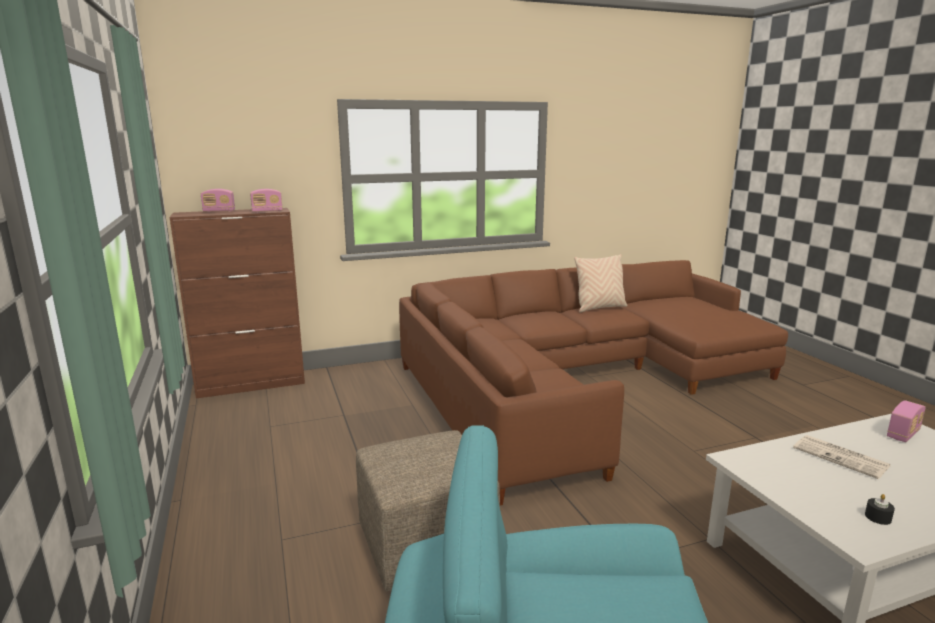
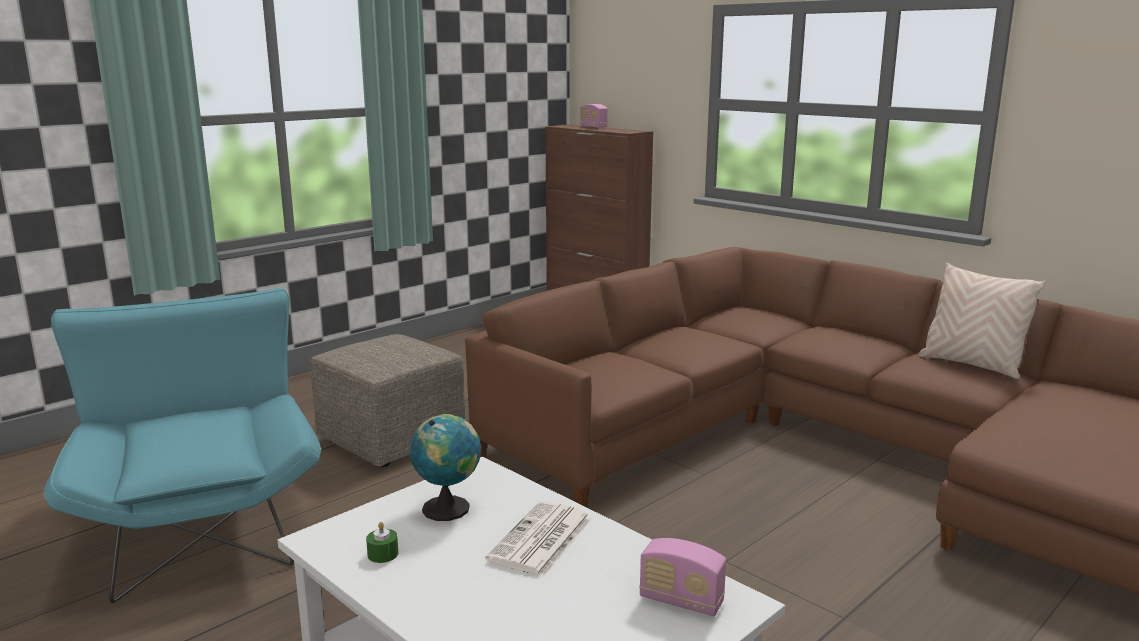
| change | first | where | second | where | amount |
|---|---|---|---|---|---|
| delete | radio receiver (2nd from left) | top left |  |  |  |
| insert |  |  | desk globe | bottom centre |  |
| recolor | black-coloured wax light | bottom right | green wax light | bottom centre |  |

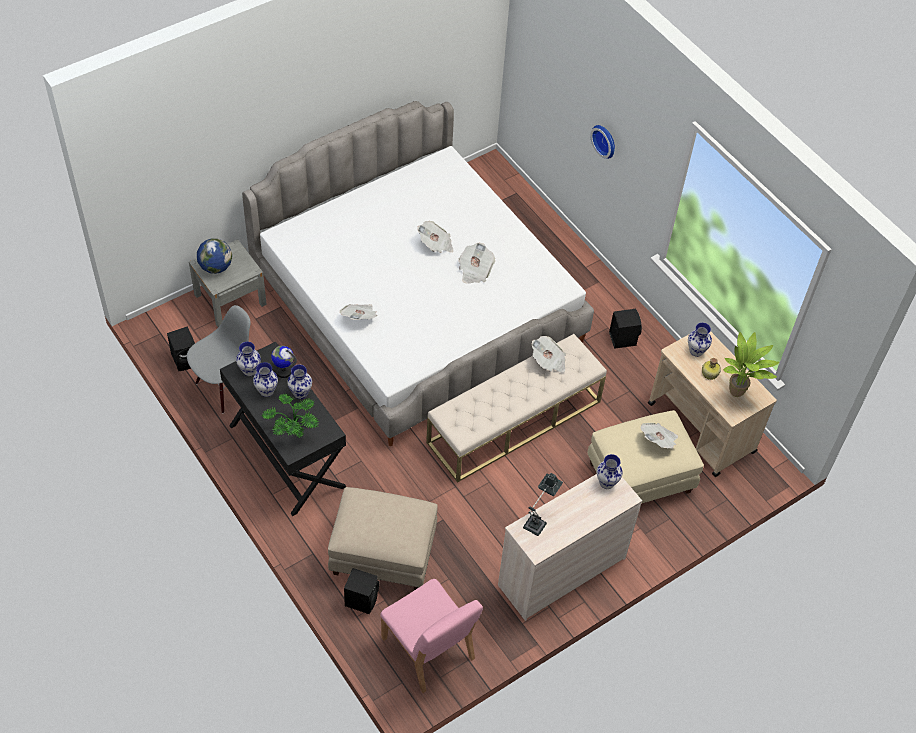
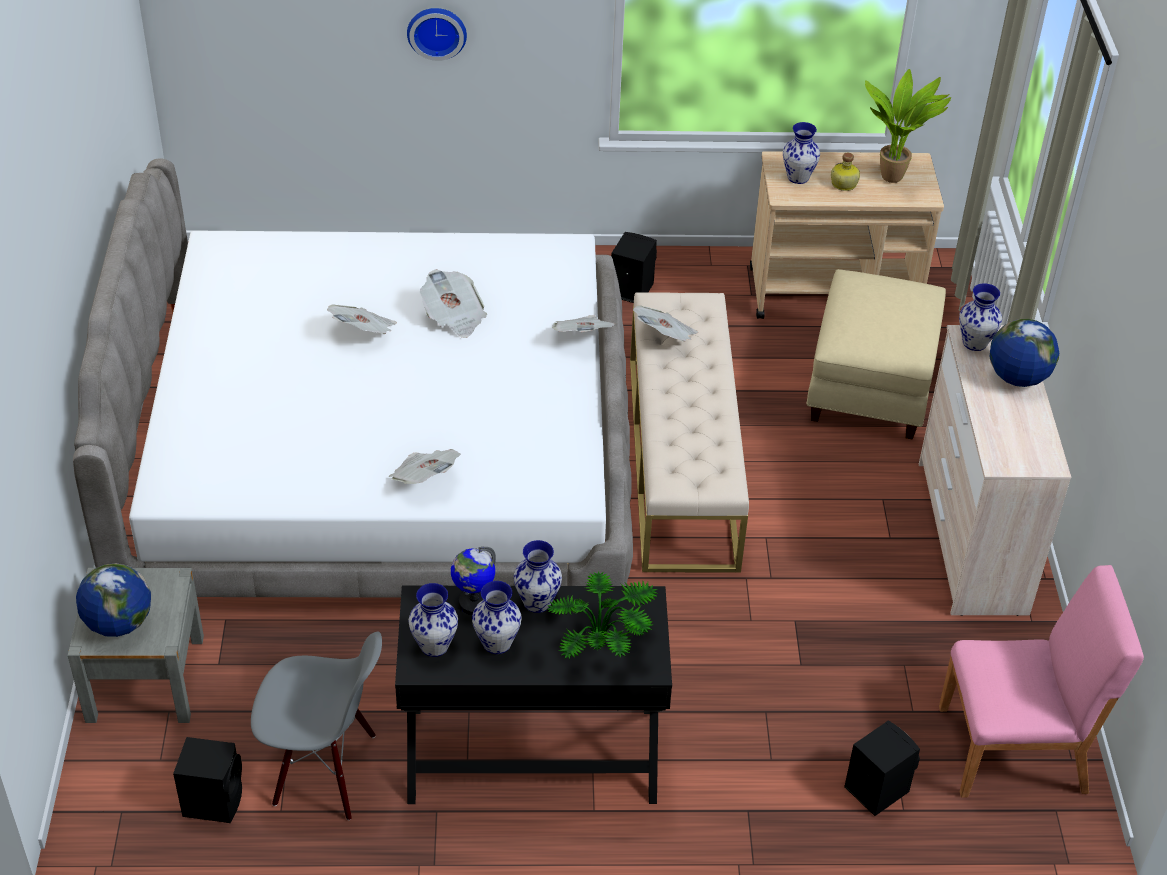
| change | first | where | second | where | amount |
|---|---|---|---|---|---|
| delete | sand-coloured ottoman (1st from left) | bottom centre |  |  |  |
| delete | tabletop lamp | bottom centre |  |  |  |
| insert |  |  | desk globe (3rd from left) | middle right |  |
| move | printed paper (5th from left in the first image) | middle right | printed paper (4th from left) | centre |  |
| rotate | grey chair | middle left |  | bottom left | 105 degrees clockwise |

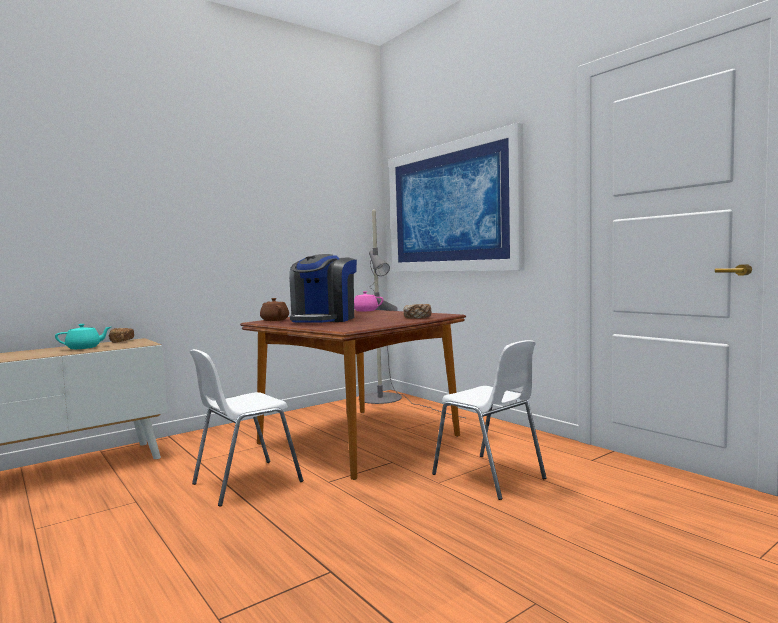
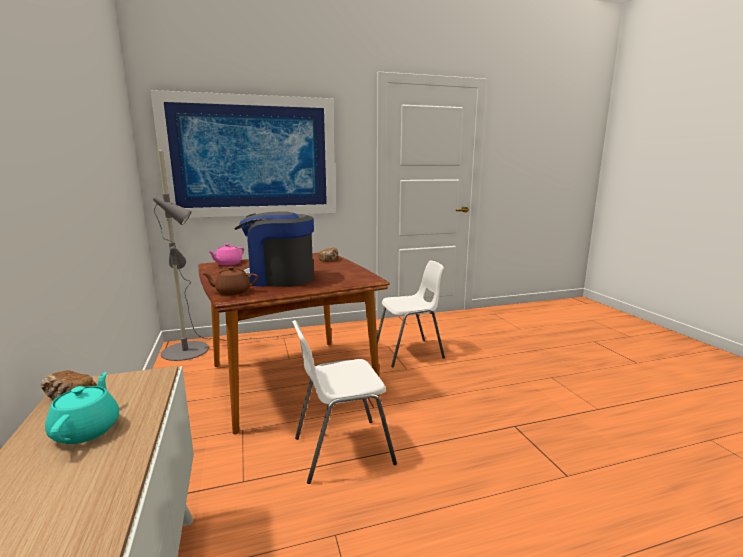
| change | first | where | second | where | amount |
|---|---|---|---|---|---|
| rotate | white chair (1st from left) | bottom left |  | bottom centre | 90 degrees clockwise |
| rotate | coffee maker | centre |  | centre | 150 degrees clockwise |

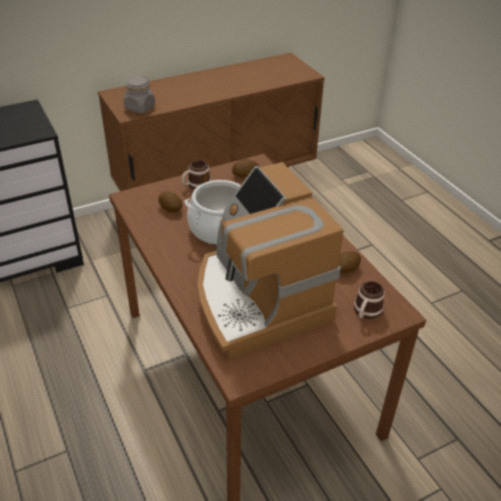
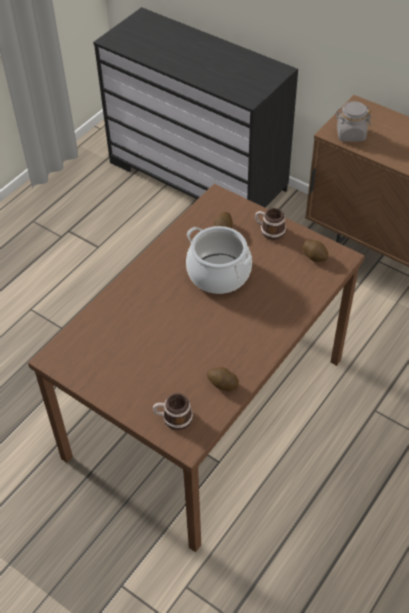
| change | first | where | second | where | amount |
|---|---|---|---|---|---|
| delete | coffee maker | centre |  |  |  |

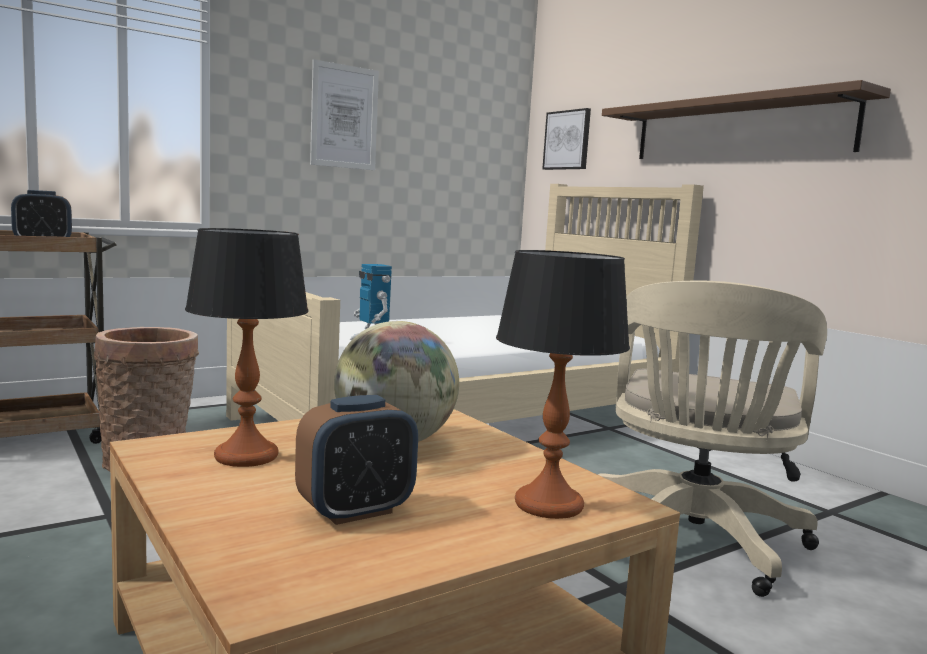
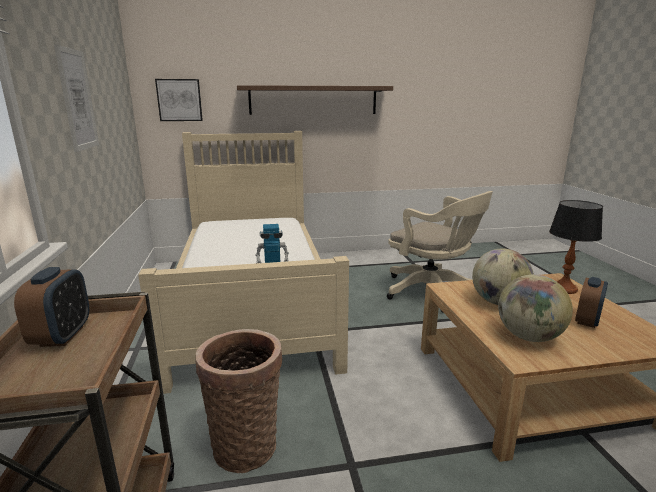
| change | first | where | second | where | amount |
|---|---|---|---|---|---|
| replace | tabletop lamp (1st from left) | middle left | desk globe (2nd from left) | middle right |  |
| rotate | alarm clock (2nd from left) | bottom centre |  | middle right | 45 degrees clockwise |

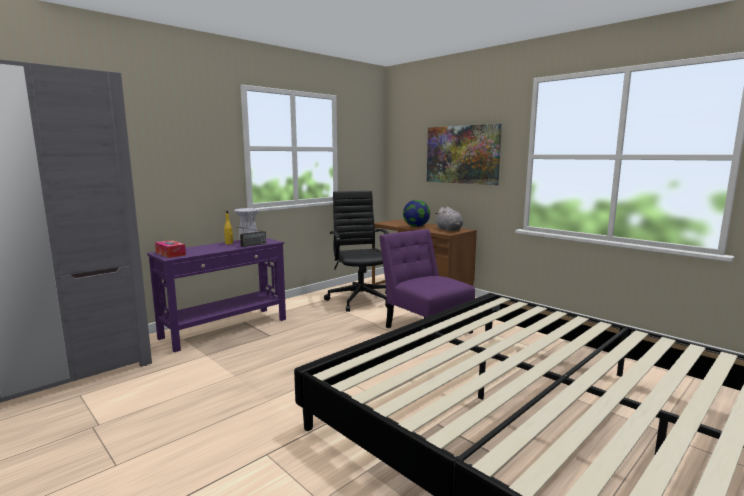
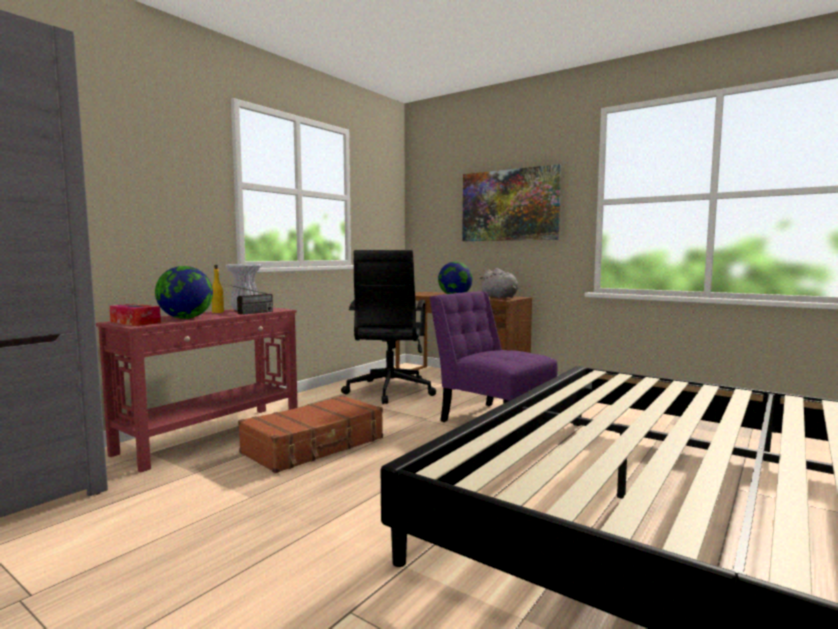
| change | first | where | second | where | amount |
|---|---|---|---|---|---|
| insert |  |  | desk globe (1st from left) | middle left |  |
| insert |  |  | brown-coloured piece of luggage | bottom centre |  |
| recolor | purple hall table | middle left | reddish hall table | middle left |  |
| rotate | black-coloured office chair | centre |  | centre | 150 degrees counterclockwise |

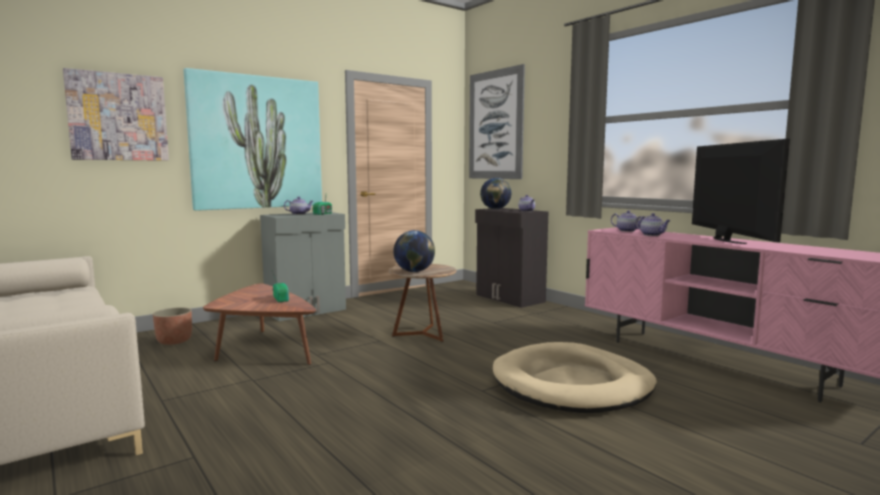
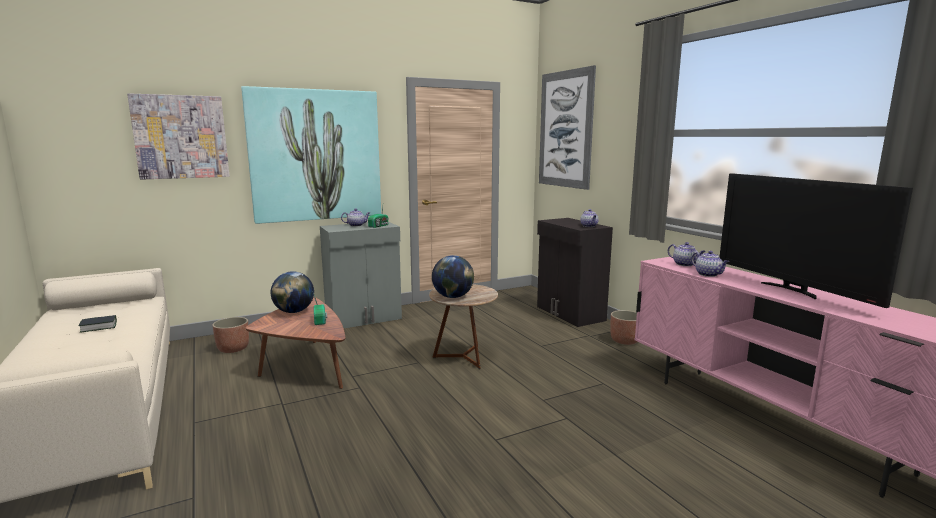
| change | first | where | second | where | amount |
|---|---|---|---|---|---|
| delete | sand-coloured pet bed | bottom centre |  |  |  |
| insert |  |  | bound book | middle left |  |
| insert |  |  | plant pot (2nd from left) | centre |  |
| move | desk globe (2nd from left in the first image) | centre | desk globe (1st from left) | middle left |  |
| rotate | television | middle right |  | middle right | 150 degrees clockwise |

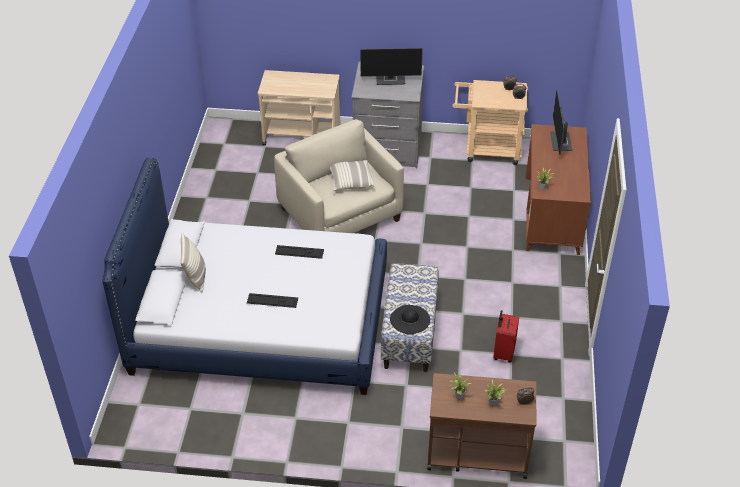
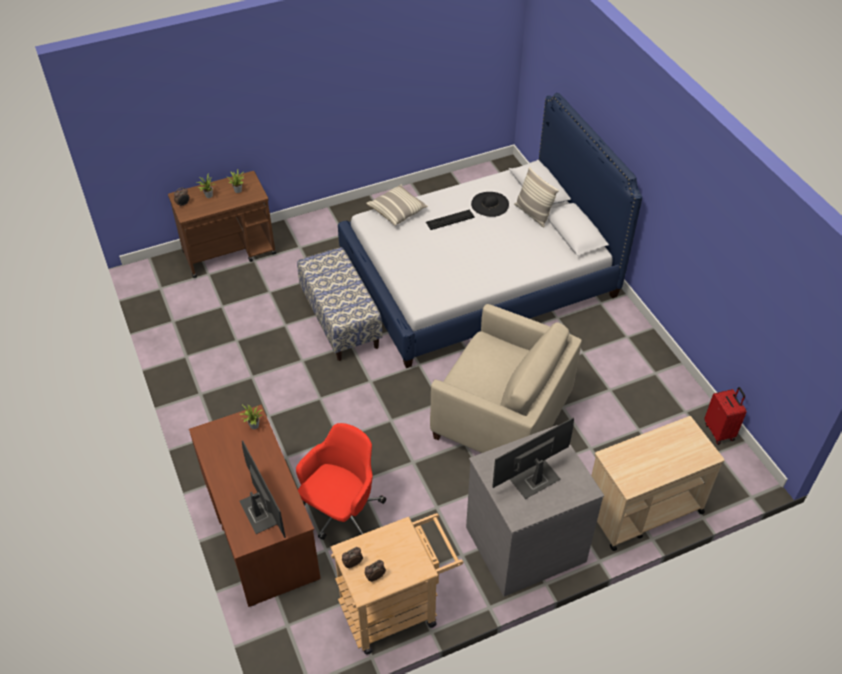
| change | first | where | second | where | amount |
|---|---|---|---|---|---|
| delete | keyboard (2nd from left) | centre |  |  |  |
| insert |  |  | reddish office chair | bottom centre |  |
| move | cushion (2nd from left in the first image) | centre | cushion (1st from left) | top centre |  |
| move | black-coloured hat | centre |  | top centre |  |
| move | reddish piece of luggage | bottom right |  | middle right |  |

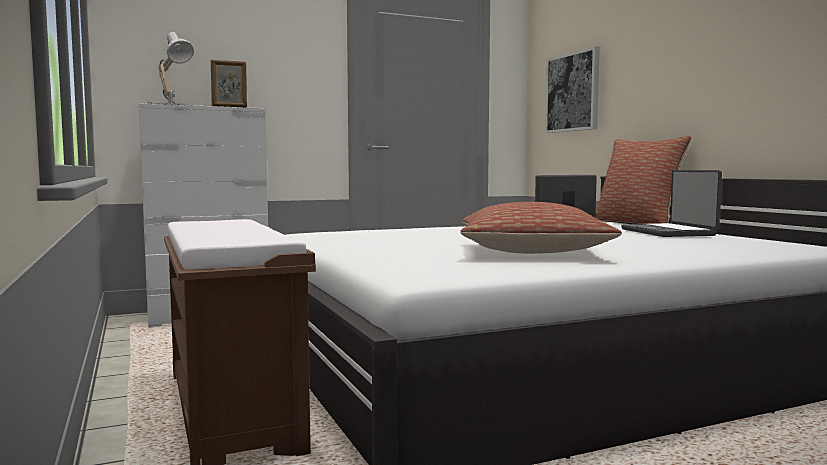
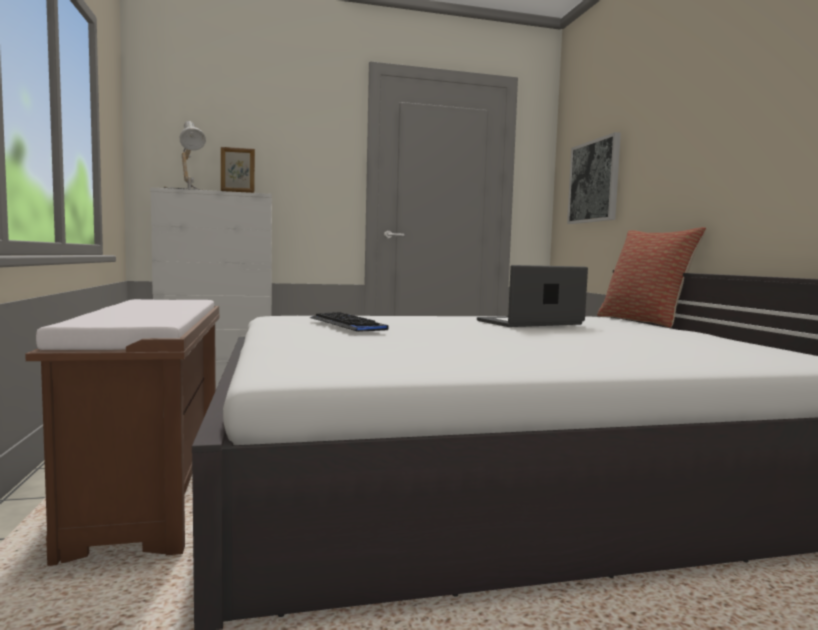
| change | first | where | second | where | amount |
|---|---|---|---|---|---|
| delete | cushion (1st from left) | centre |  |  |  |
| delete | laptop (2nd from left) | middle right |  |  |  |
| insert |  |  | keyboard | centre |  |

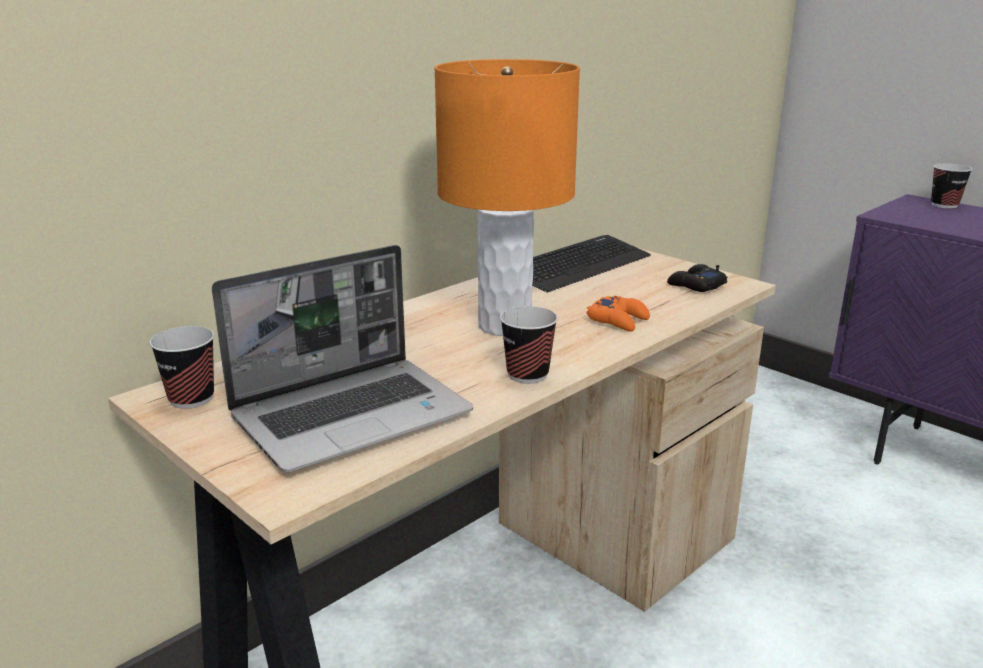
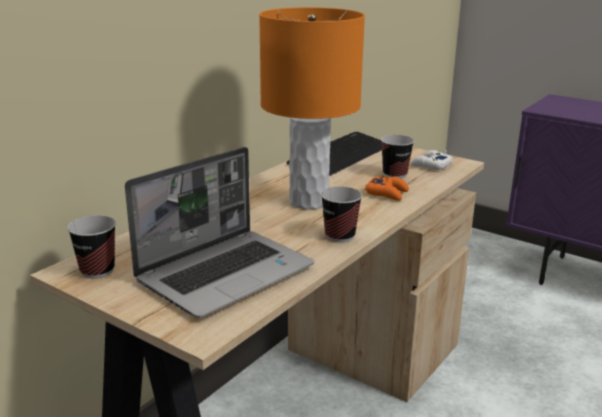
| change | first | where | second | where | amount |
|---|---|---|---|---|---|
| move | small cup (3rd from left) | top right |  | centre |  |
| recolor | black-coloured joypad | middle right | white joypad | middle right |  |

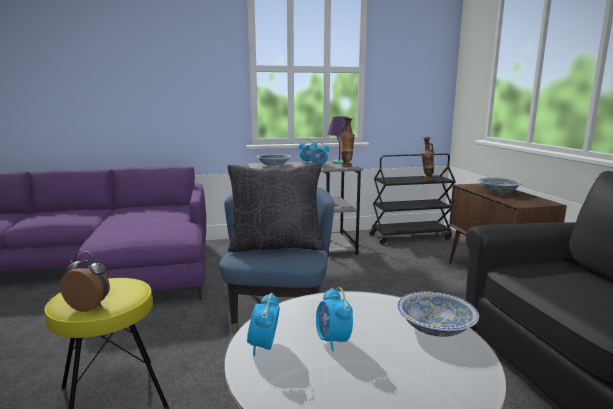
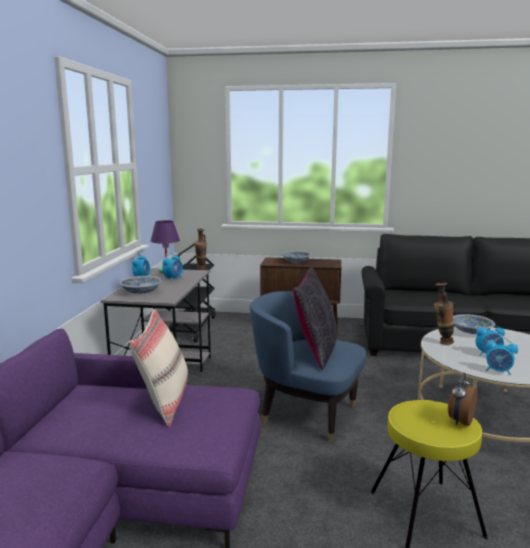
| change | first | where | second | where | amount |
|---|---|---|---|---|---|
| insert |  |  | sand-coloured cushion | bottom left |  |
| move | flower vase (1st from left in the first image) | centre | flower vase (2nd from left) | middle right |  |

